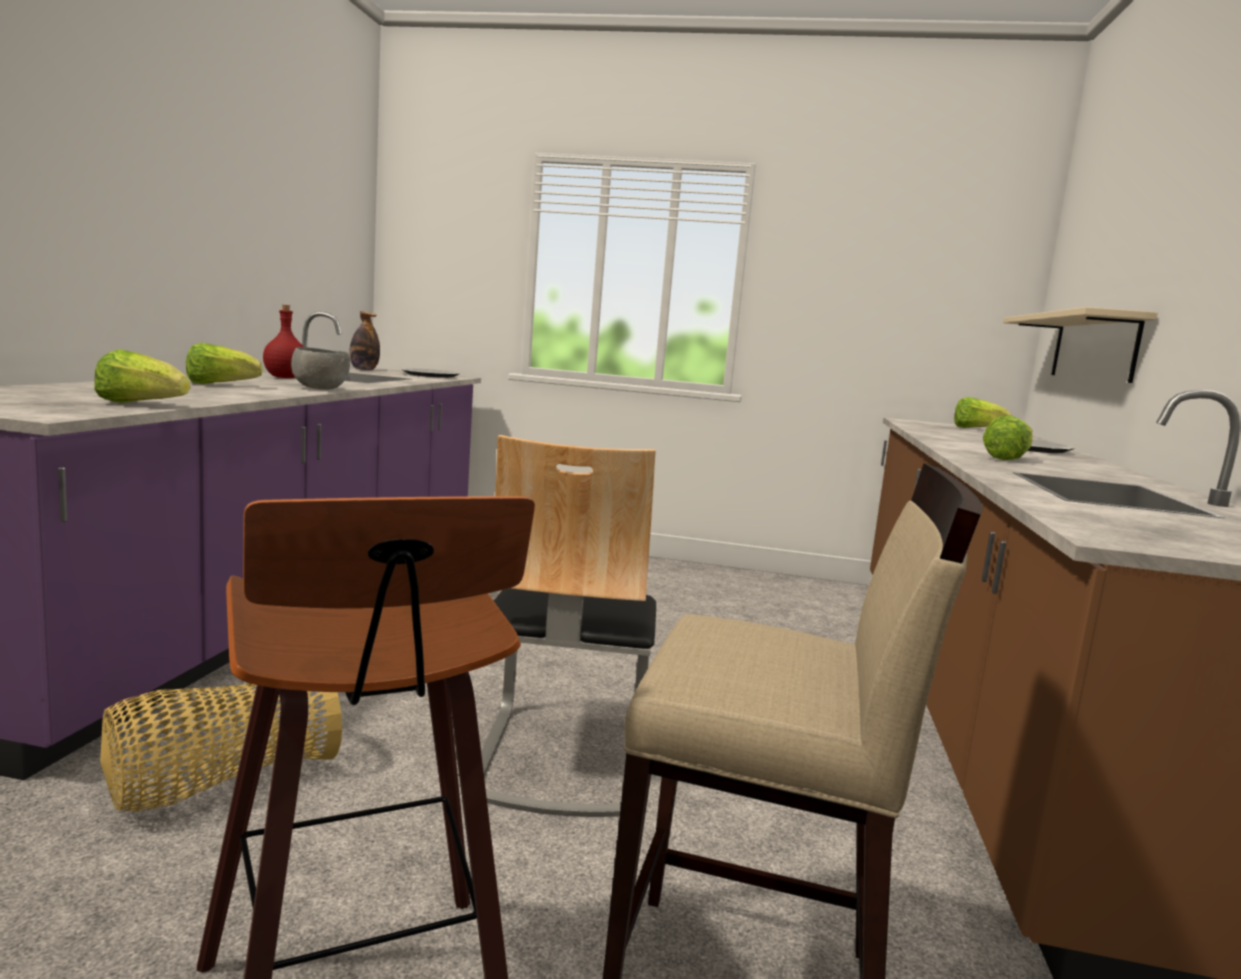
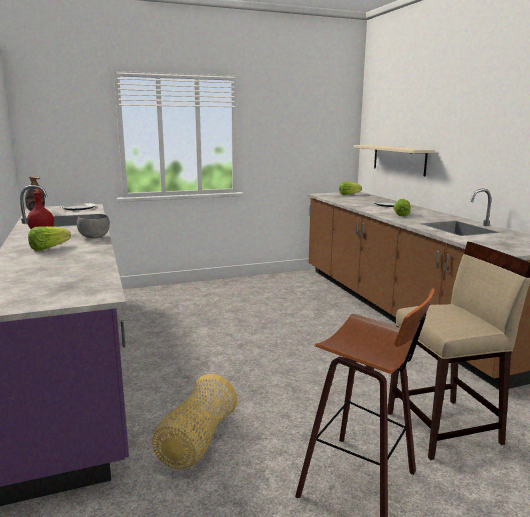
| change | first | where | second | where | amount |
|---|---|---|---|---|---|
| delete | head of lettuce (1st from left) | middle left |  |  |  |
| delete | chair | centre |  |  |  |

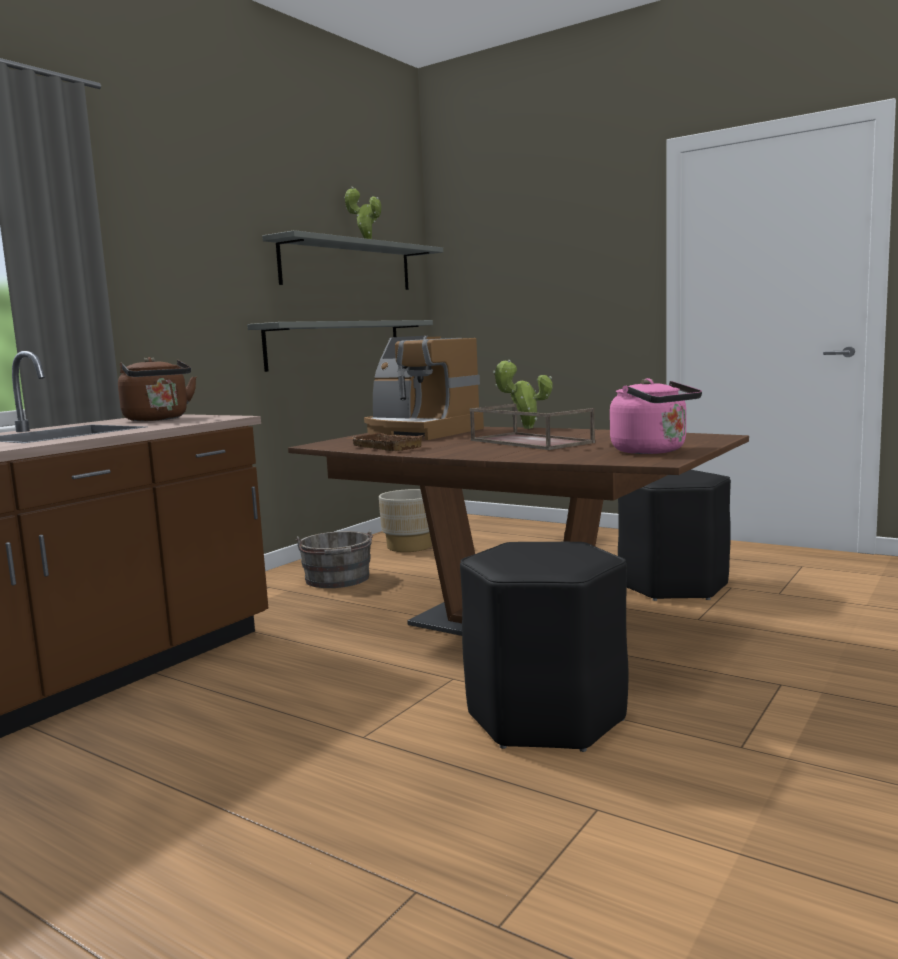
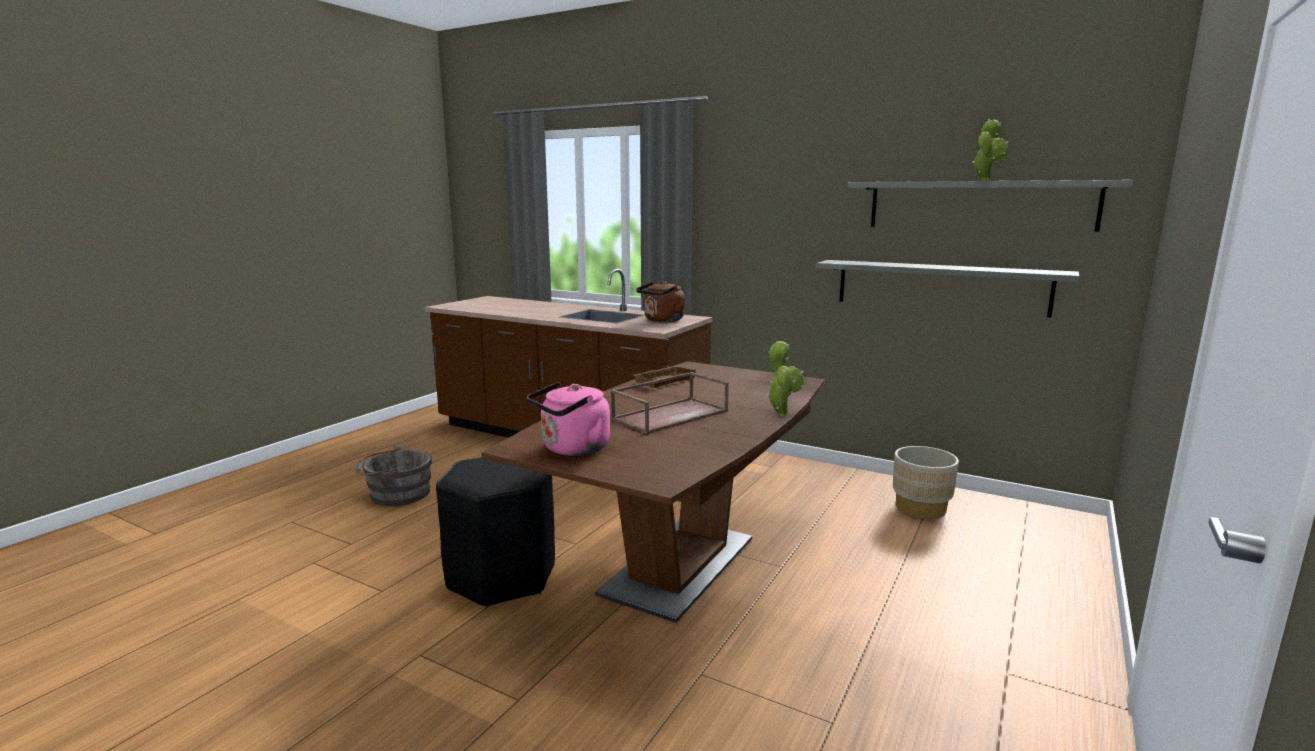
| change | first | where | second | where | amount |
|---|---|---|---|---|---|
| delete | coffee maker | centre |  |  |  |
| delete | black-coloured stool (2nd from left) | middle right |  |  |  |
| move | grey bucket | centre |  | middle left |  |

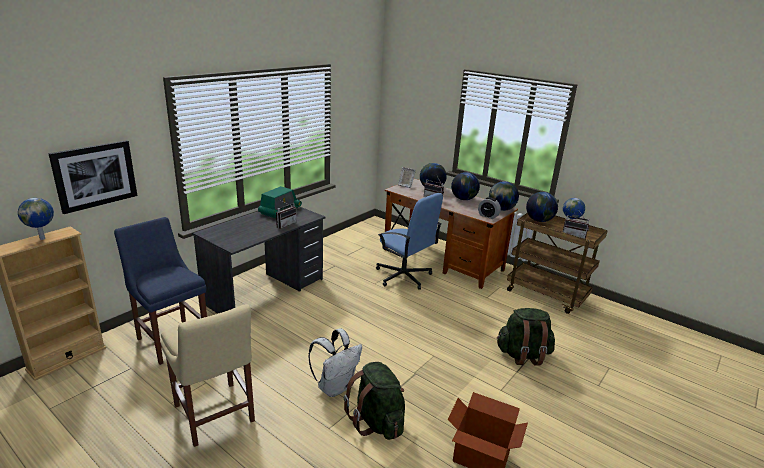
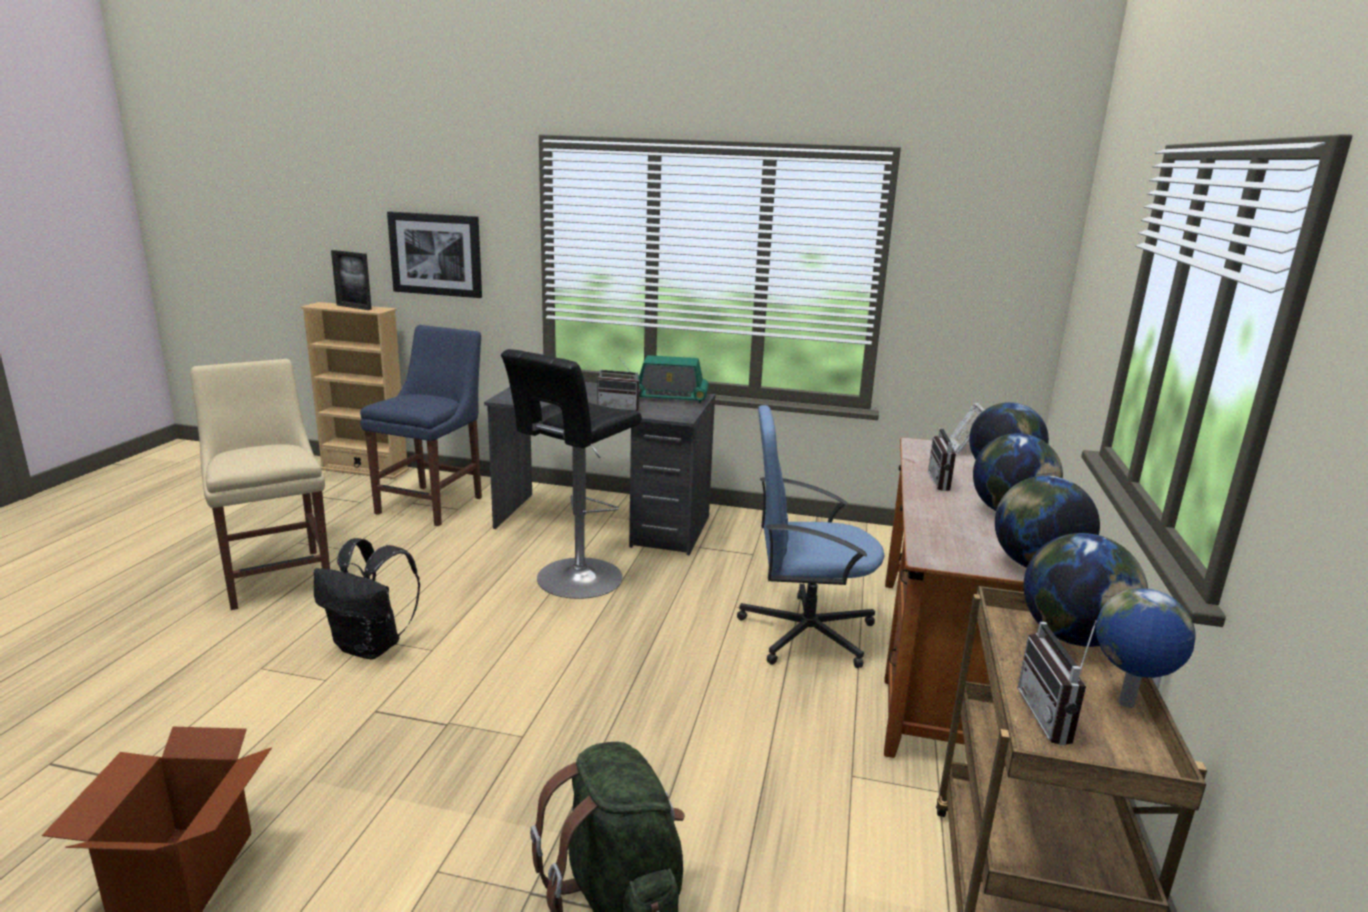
| change | first | where | second | where | amount |
|---|---|---|---|---|---|
| delete | green backpack (1st from left) | bottom centre |  |  |  |
| delete | alarm clock | centre |  |  |  |
| insert |  |  | black-coloured stool | centre |  |
| replace | desk globe (1st from left) | middle left | photo frame (1st from left) | top left |  |
| recolor | white backpack | bottom centre | black-coloured backpack | middle left |  |
| rotate | sand-coloured chair | bottom left |  | middle left | 120 degrees clockwise |
| rotate | blue office chair | centre |  | centre | 75 degrees clockwise |

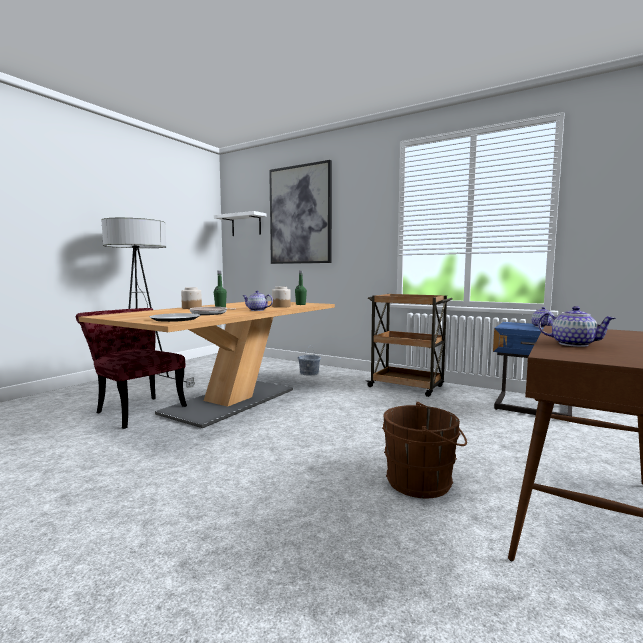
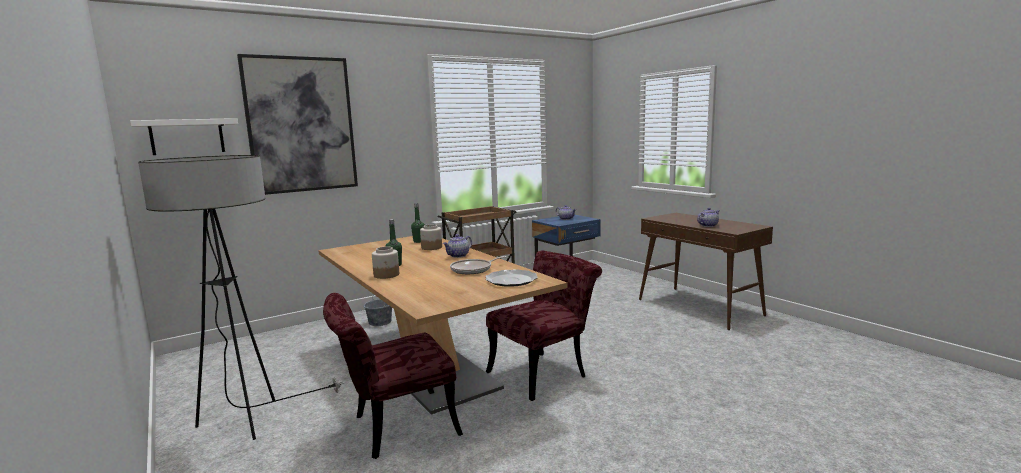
| change | first | where | second | where | amount |
|---|---|---|---|---|---|
| delete | brown-coloured bucket | bottom centre |  |  |  |
| insert |  |  | reddish chair (2nd from left) | bottom centre |  |

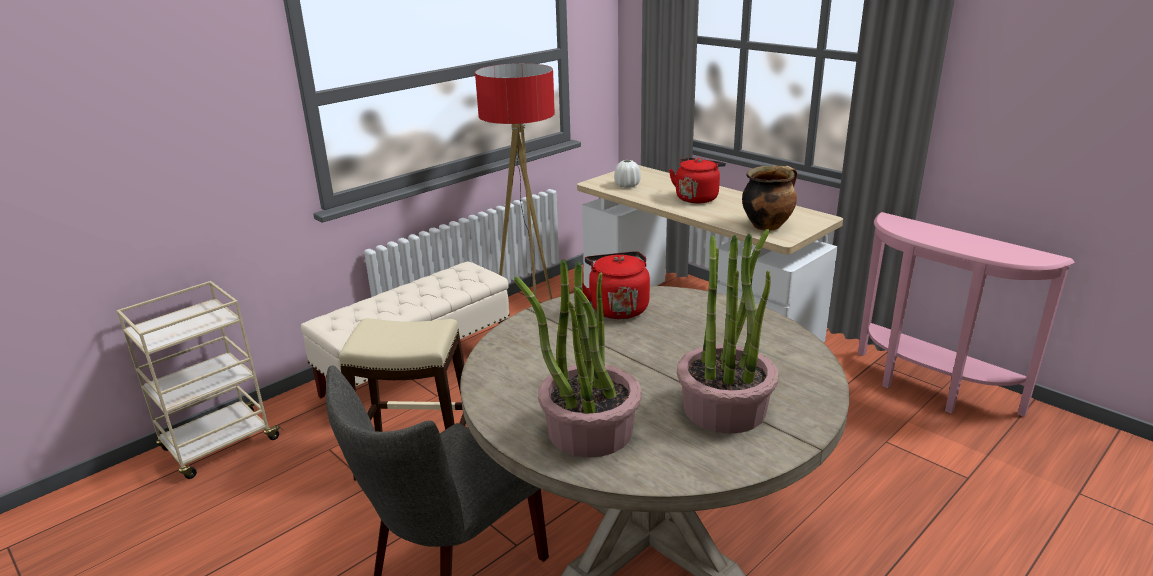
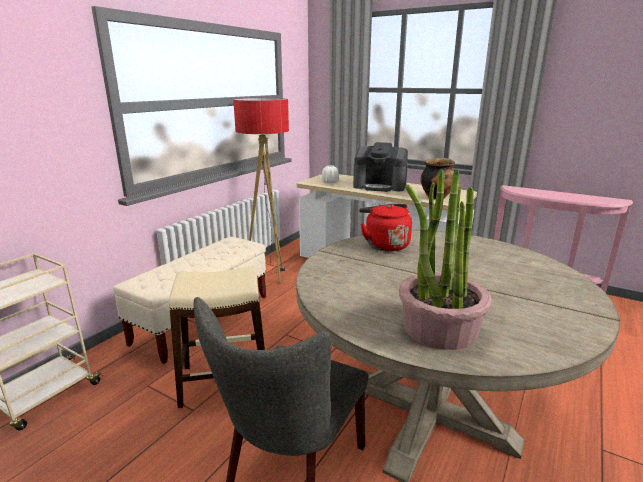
| change | first | where | second | where | amount |
|---|---|---|---|---|---|
| delete | potted plant (2nd from left) | centre |  |  |  |
| replace | reddish kettle (2nd from left) | top centre | coffee maker | centre |  |

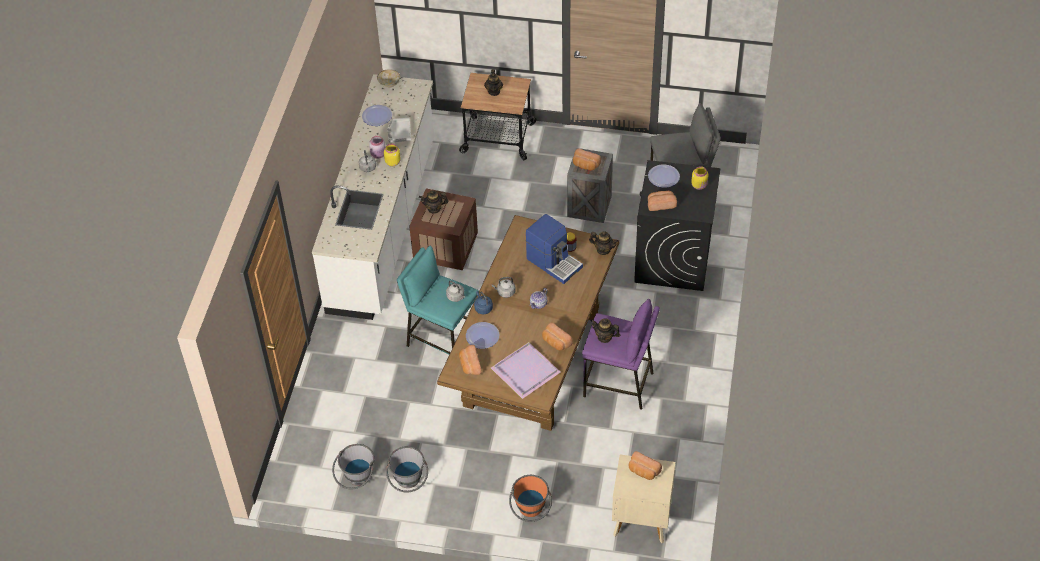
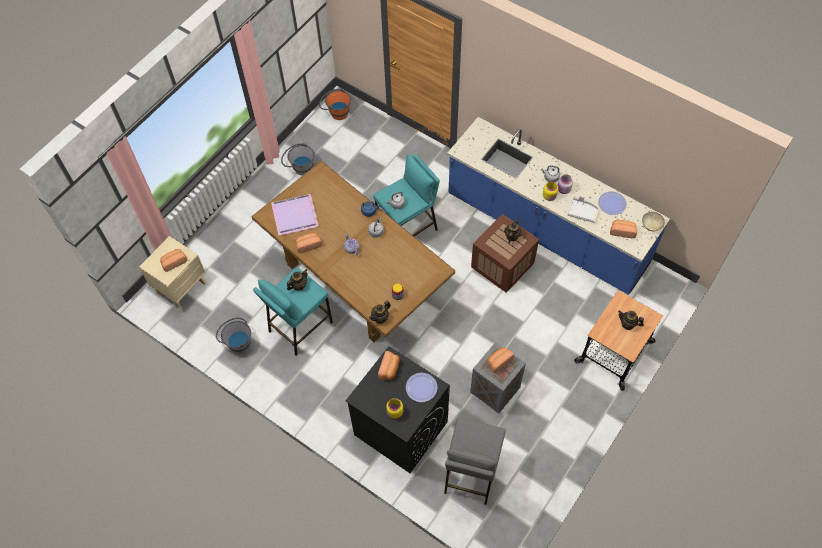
| change | first | where | second | where | amount |
|---|---|---|---|---|---|
| delete | flat dish (2nd from left) | centre |  |  |  |
| delete | coffee maker | centre |  |  |  |
| move | grey bucket (1st from left) | bottom centre |  | middle left |  |
| move | bread (1st from left in the first image) | centre | bread (5th from left) | middle right |  |
| move | orangey bucket | bottom centre |  | top centre |  |
| recolor | white kitchen counter | centre | blue kitchen counter | middle right |  |
| recolor | purple stool | centre | turquoise stool (1st from left) | centre |  |

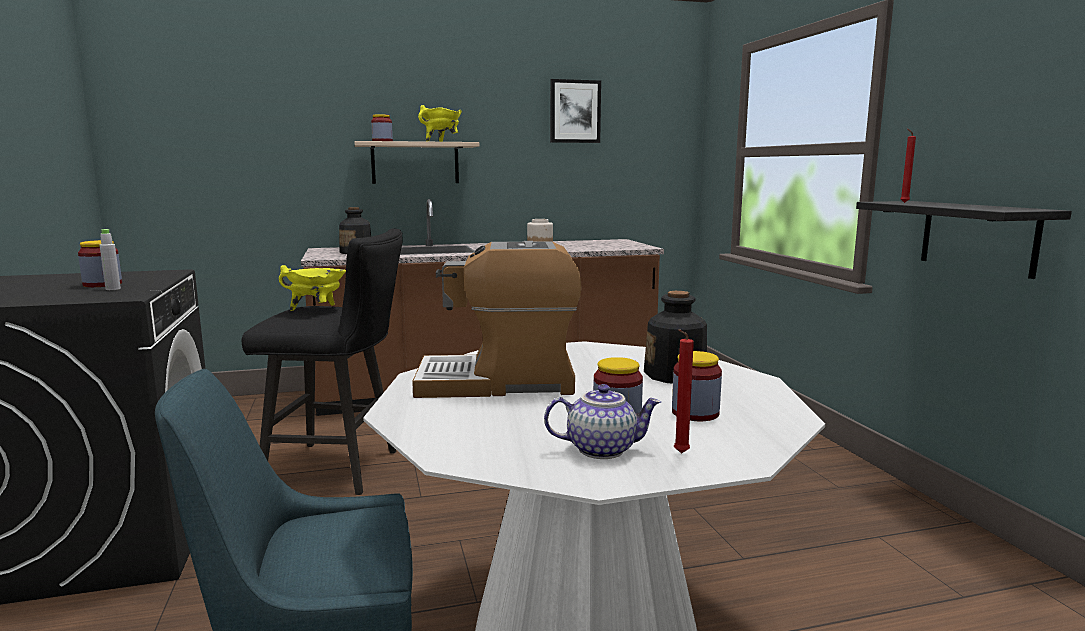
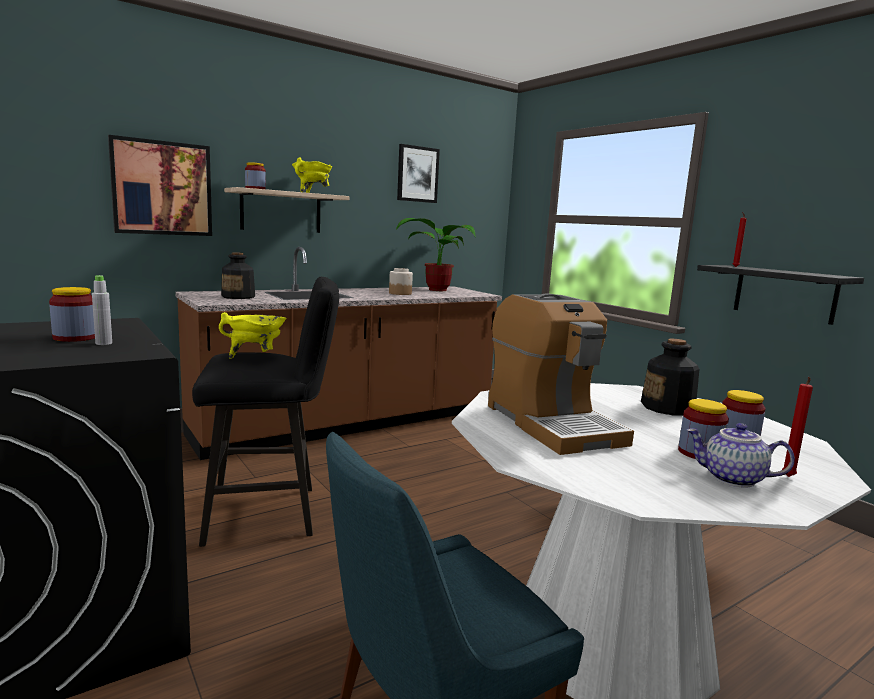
| change | first | where | second | where | amount |
|---|---|---|---|---|---|
| insert |  |  | wall art (1st from left) | top left |  |
| insert |  |  | potted plant | centre |  |
| rotate | coffee maker | centre |  | centre | 90 degrees counterclockwise |
| rotate | tea pot | bottom centre |  | middle right | 135 degrees counterclockwise |

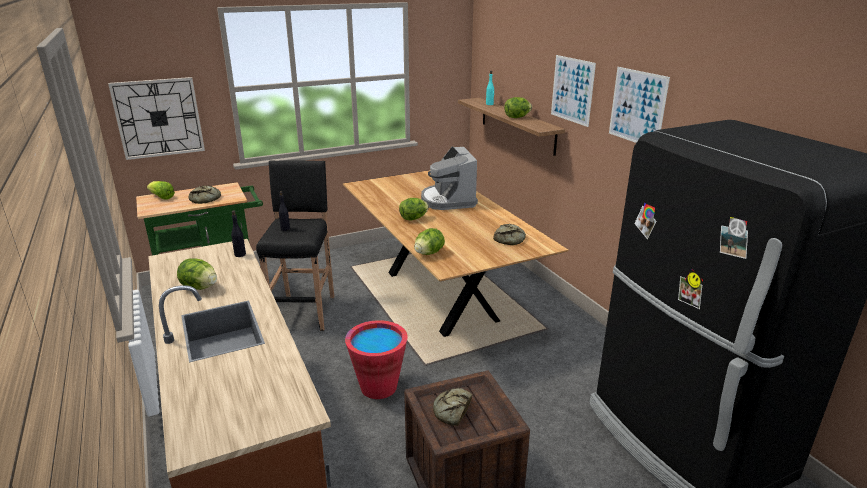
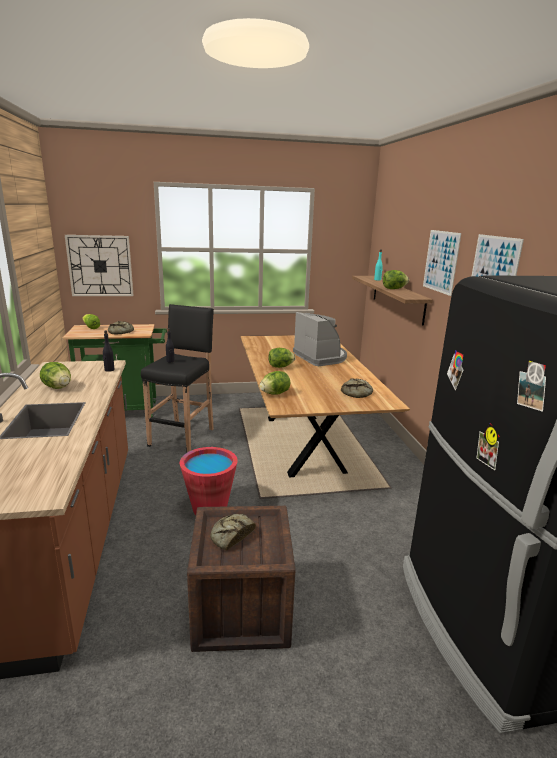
| change | first | where | second | where | amount |
|---|---|---|---|---|---|
| rotate | coffee maker | centre |  | centre | 150 degrees clockwise |

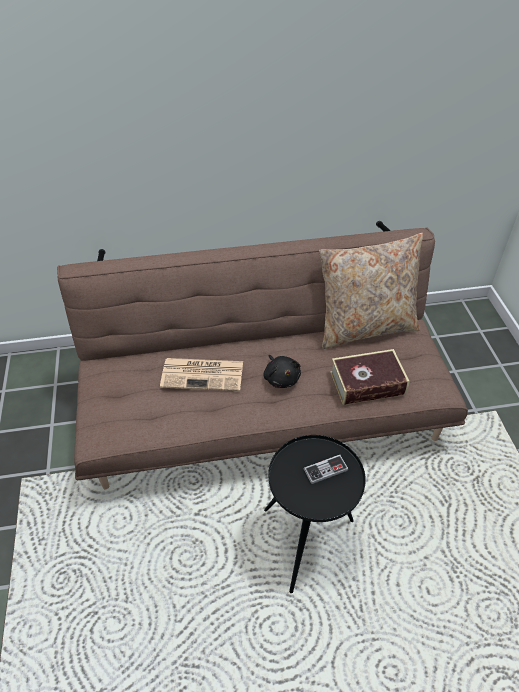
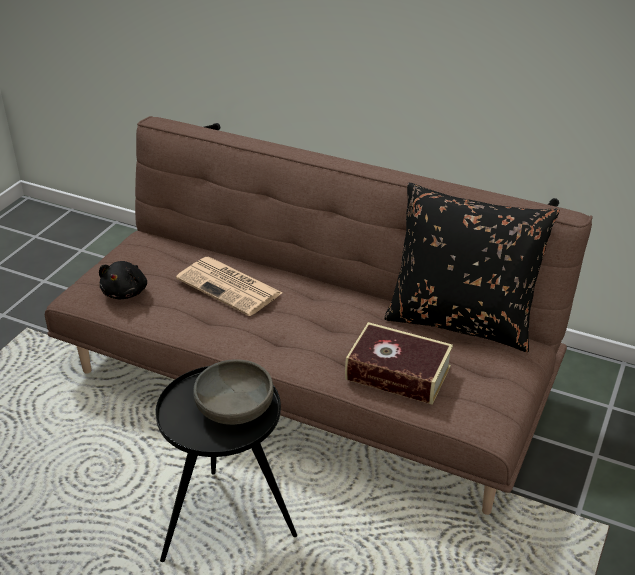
| change | first | where | second | where | amount |
|---|---|---|---|---|---|
| move | black-coloured cuddly toy | centre |  | middle left |  |
| replace | joypad | bottom centre | grey deep dish | bottom centre |  |
| recolor | sand-coloured cushion | middle right | black-coloured cushion | middle right |  |

